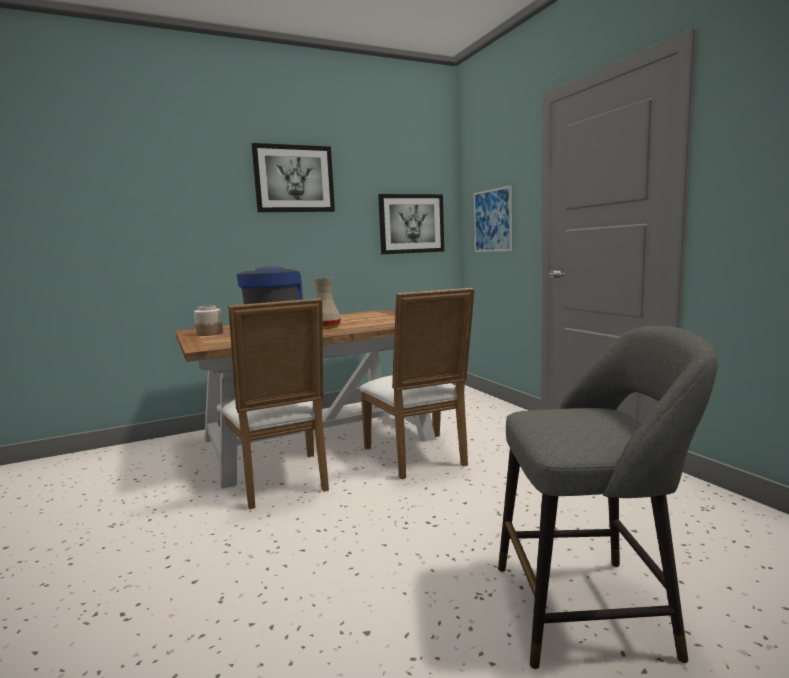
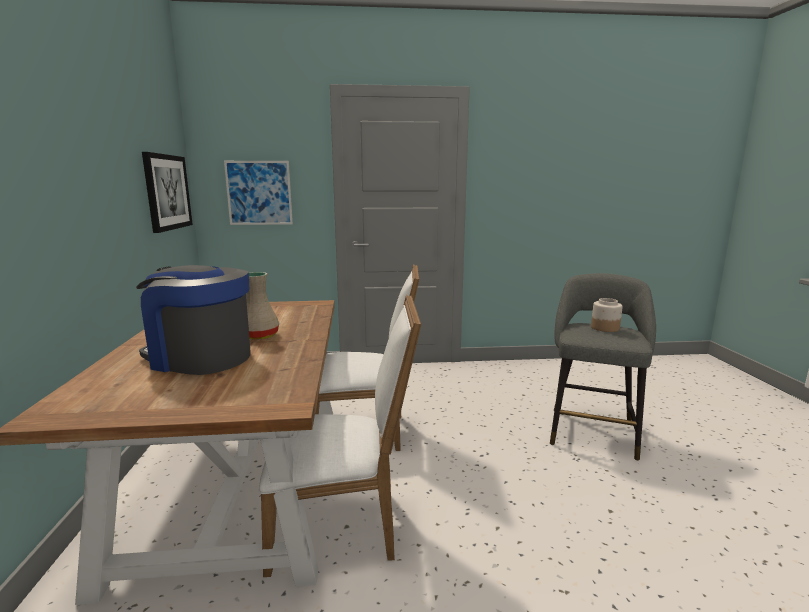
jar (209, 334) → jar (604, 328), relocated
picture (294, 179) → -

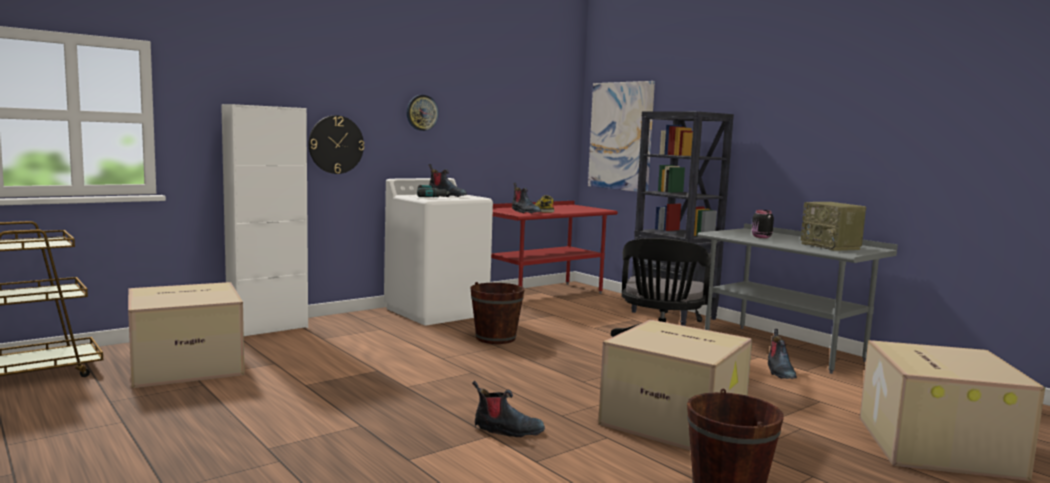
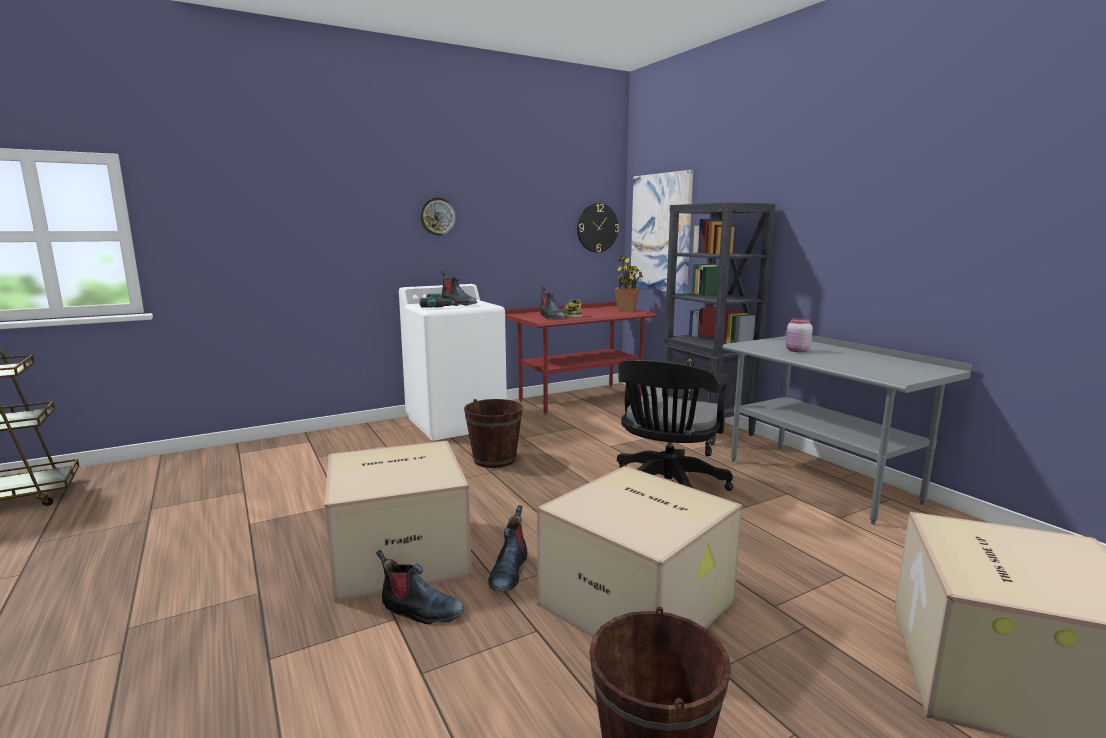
cardboard box (188, 365) → cardboard box (401, 553), relocated
white cabinet (268, 329) → -
wall clock (336, 144) → wall clock (597, 228), relocated
black jar (761, 237) → pink jar (797, 350)
boot (779, 372) → boot (509, 571), relocated
radio (831, 247) → -
- → potted plant (626, 310)

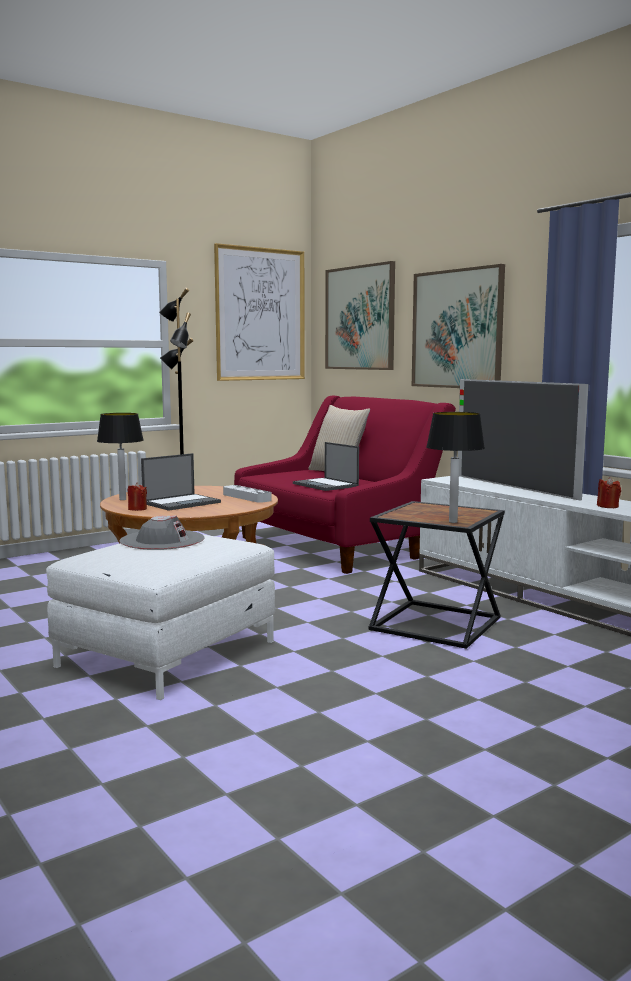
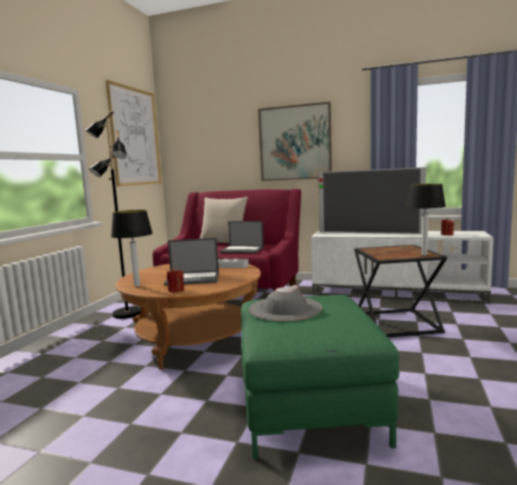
white ottoman (168, 654) → green ottoman (310, 404)
laptop (182, 503) → laptop (193, 278), 75 degrees clockwise
picture (360, 318) → -

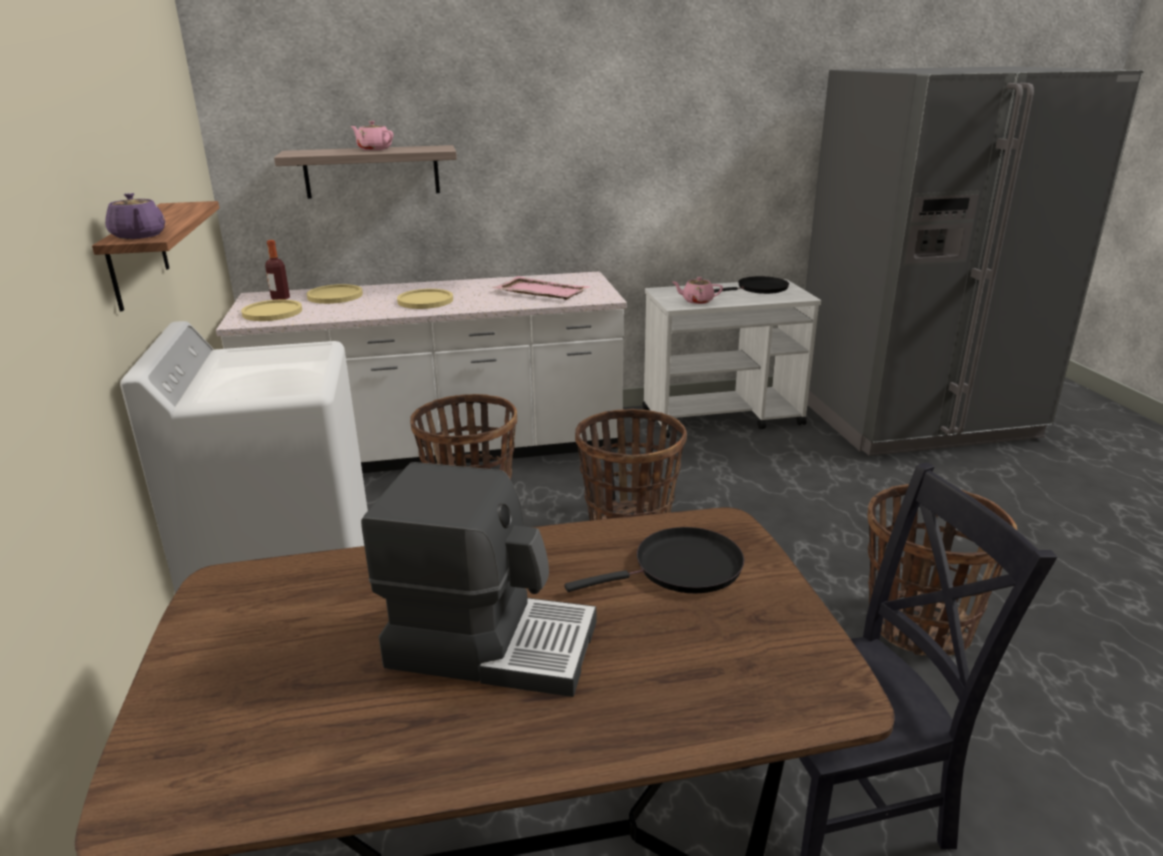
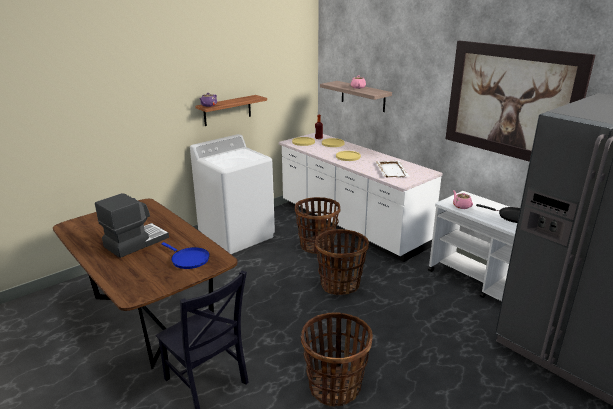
coffee machine (491, 643) → coffee machine (135, 242), 120 degrees counterclockwise
pink tray (541, 291) → white tray (391, 170)
black frying pan (681, 568) → blue frying pan (188, 259)
- → picture (511, 102)

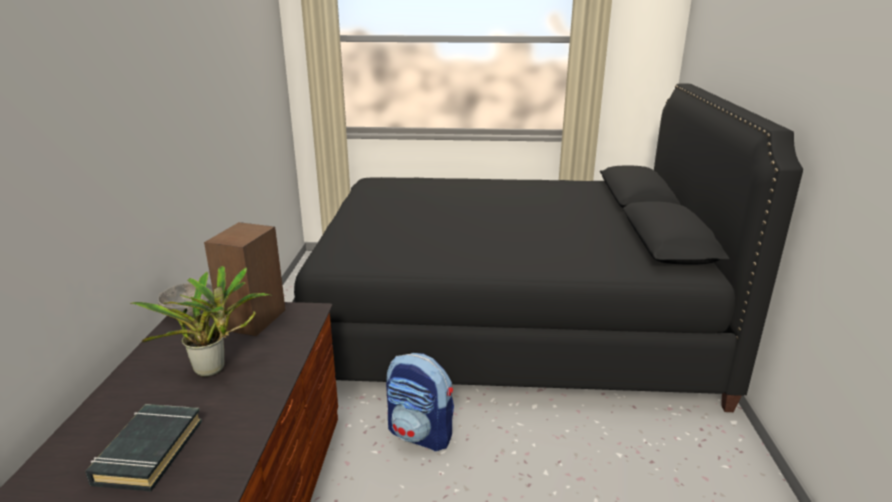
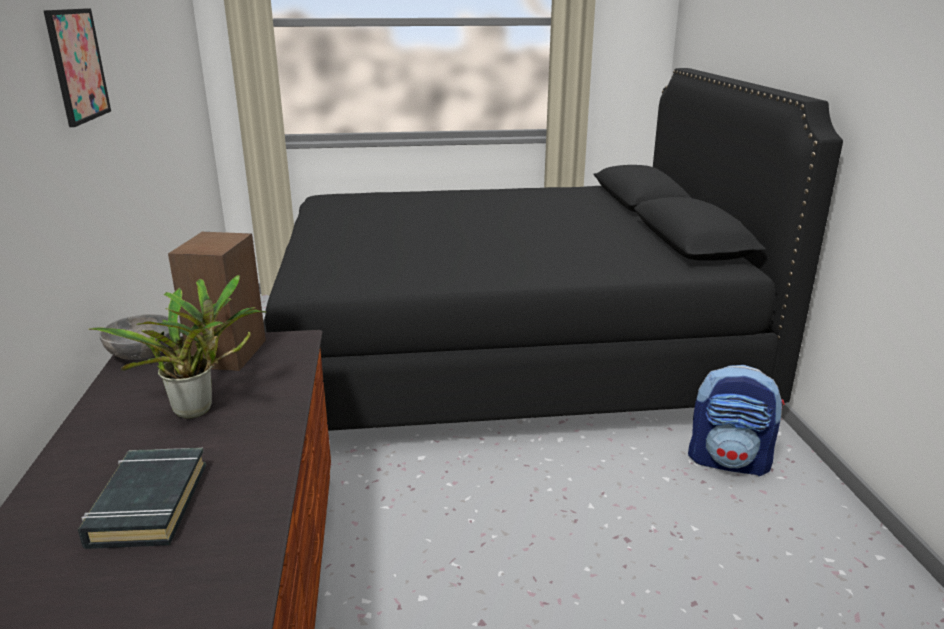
backpack (421, 434) → backpack (729, 461), relocated
- → picture (77, 65)

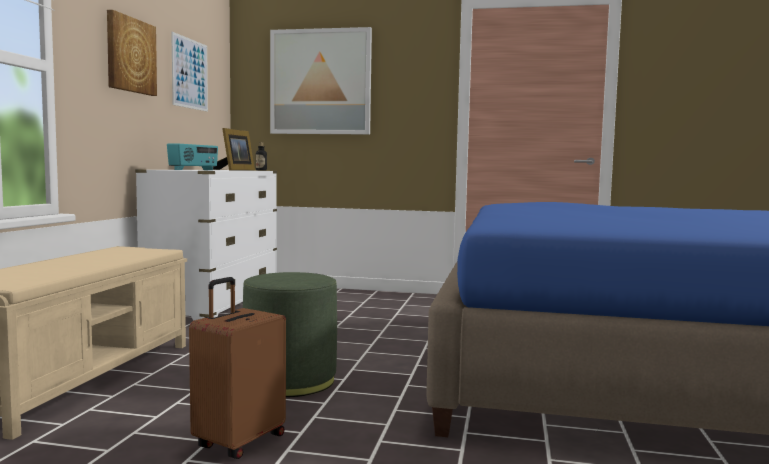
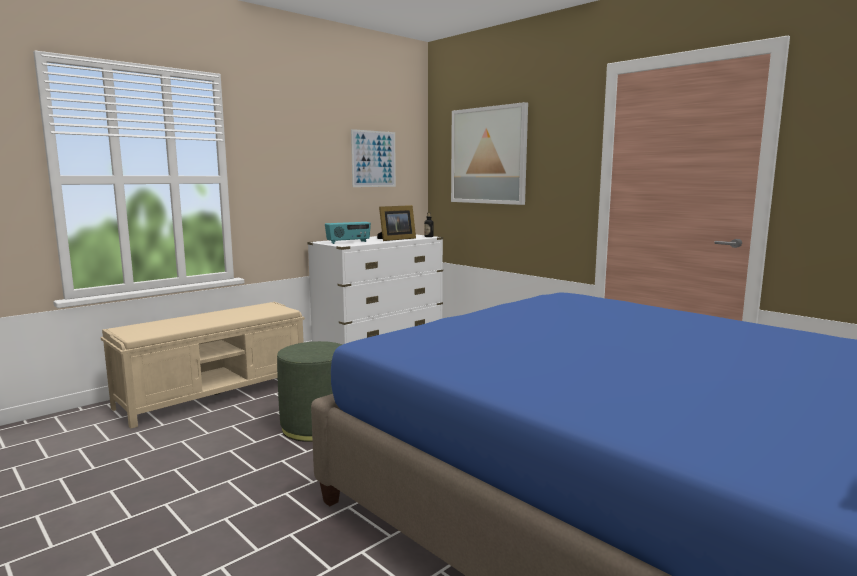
picture (130, 55) → -
brown suitcase (238, 441) → -

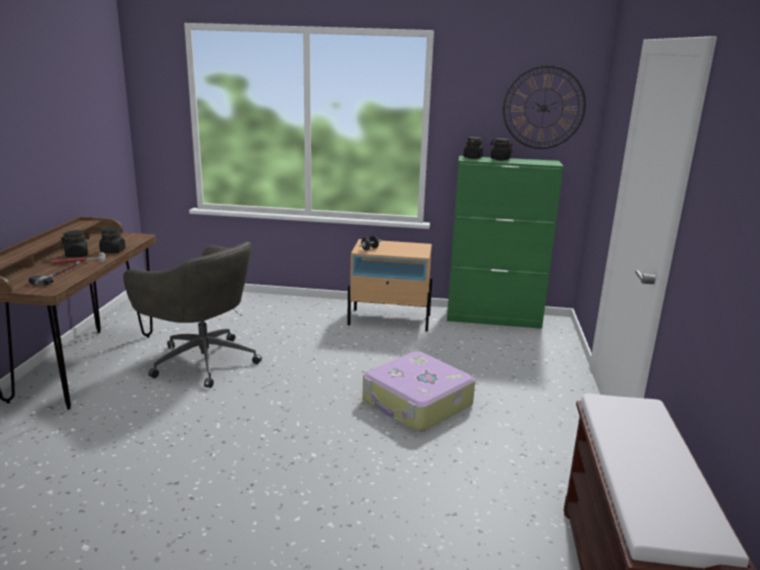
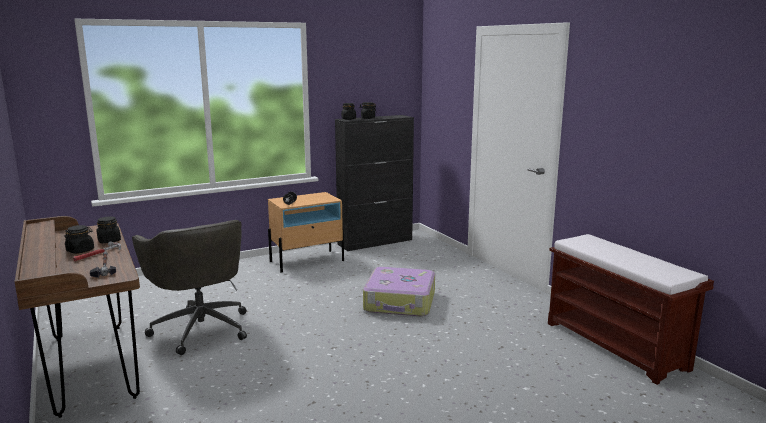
grey office chair (202, 360) → grey office chair (201, 328), 60 degrees clockwise
green cabinet (494, 319) → black cabinet (375, 242)
wall clock (543, 108) → -

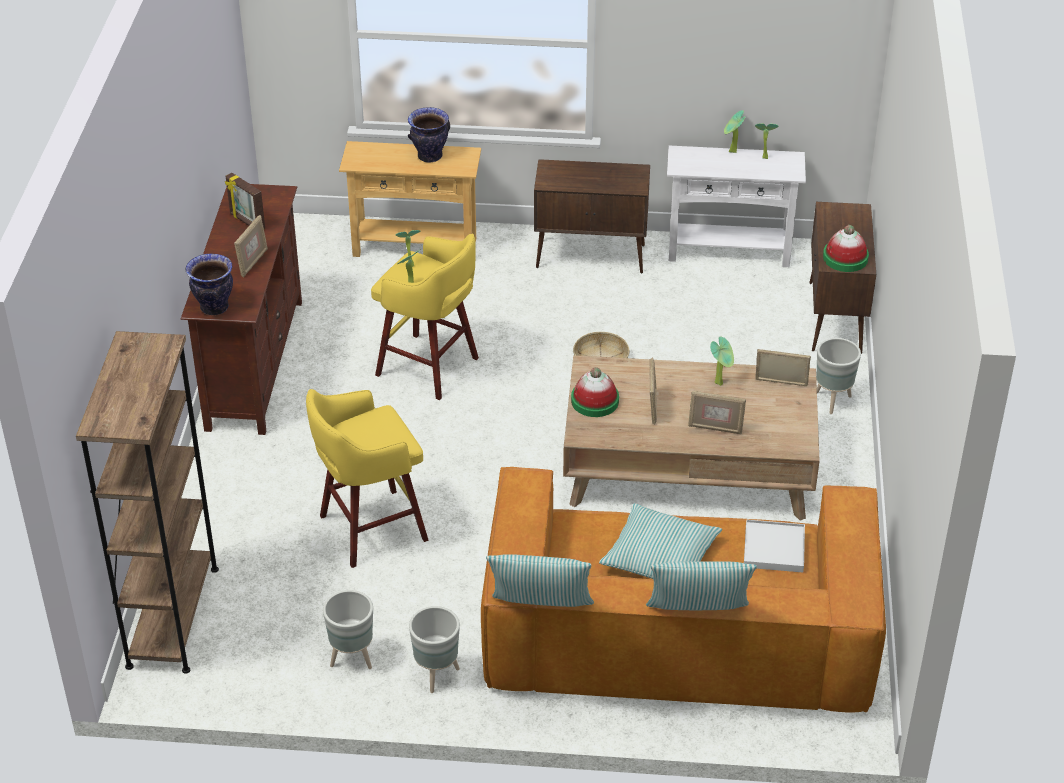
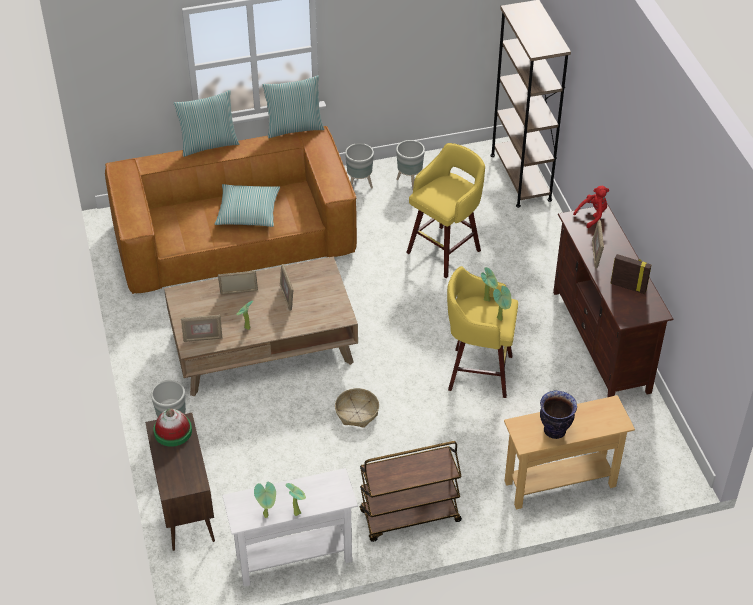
vase (214, 307) → red plush toy (592, 215)
brown cabinet (591, 256) → brown cart (409, 517)
hat (595, 401) → -
white tray (774, 549) → -

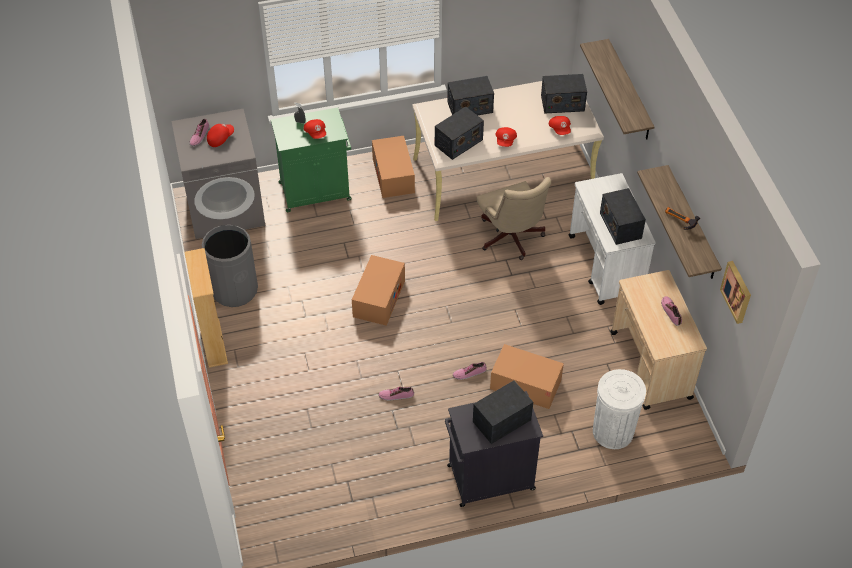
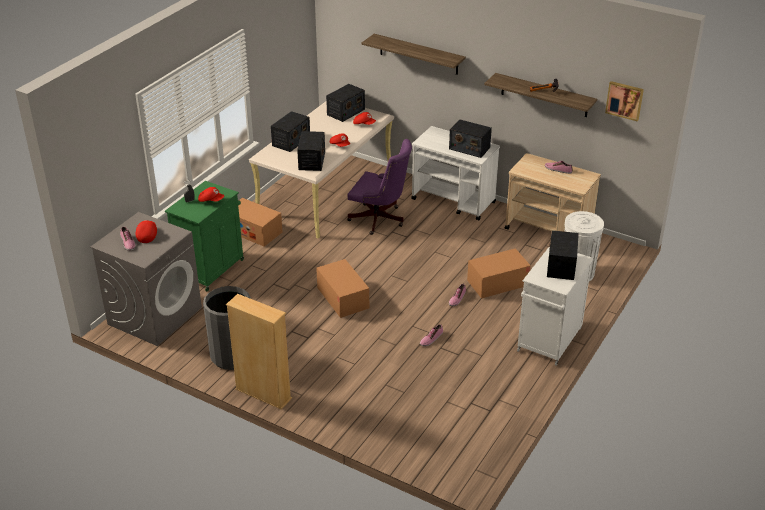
black cabinet (489, 478) → white cabinet (549, 340)
beige office chair (511, 239) → purple office chair (380, 220)

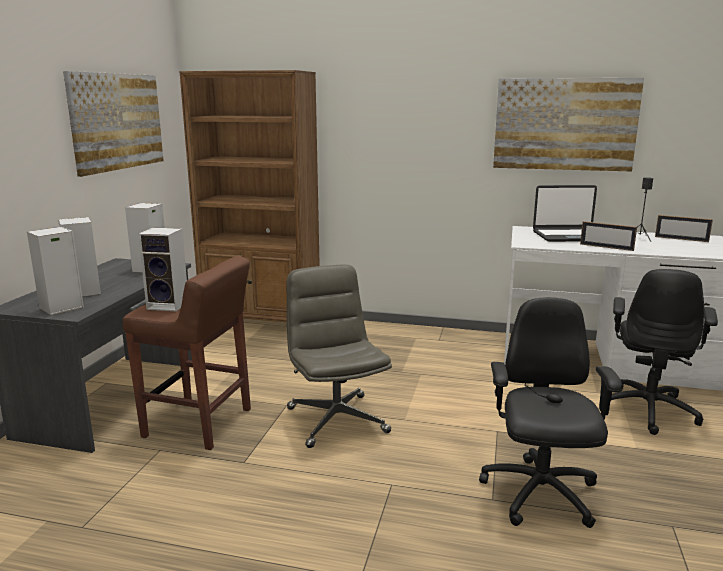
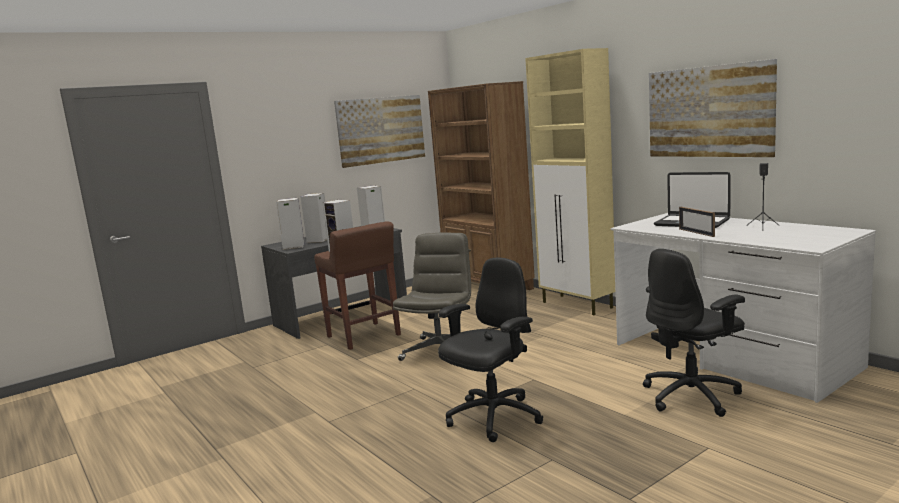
picture frame (681, 239) → -
- → beige cabinet (577, 305)

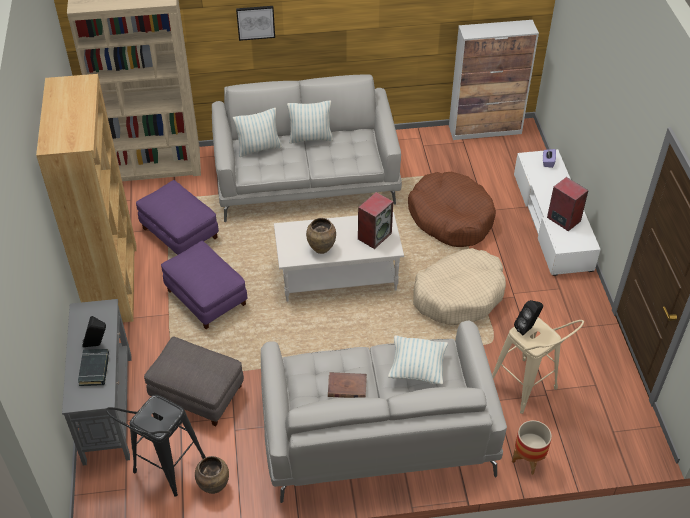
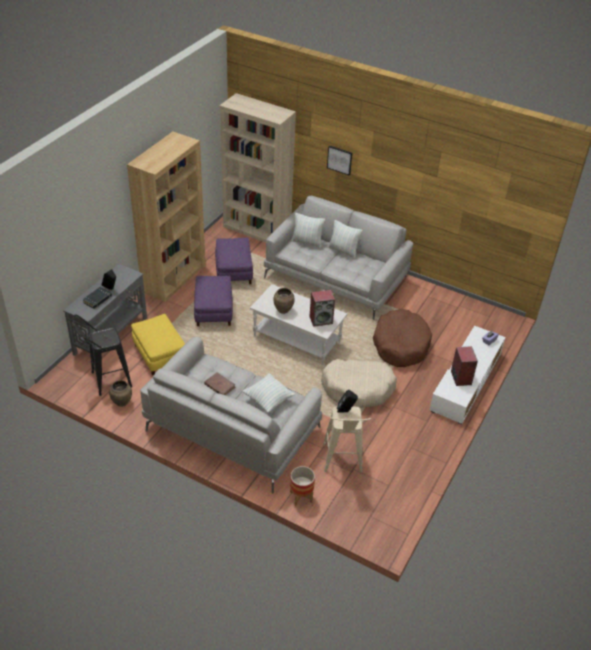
grey ottoman (196, 394) → yellow ottoman (159, 354)
cabinet (485, 130) → -

